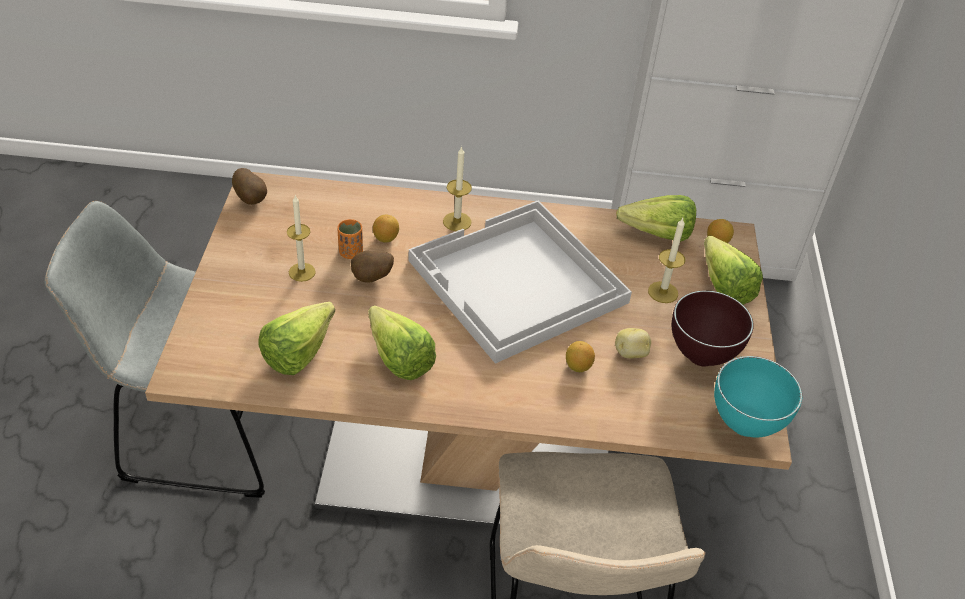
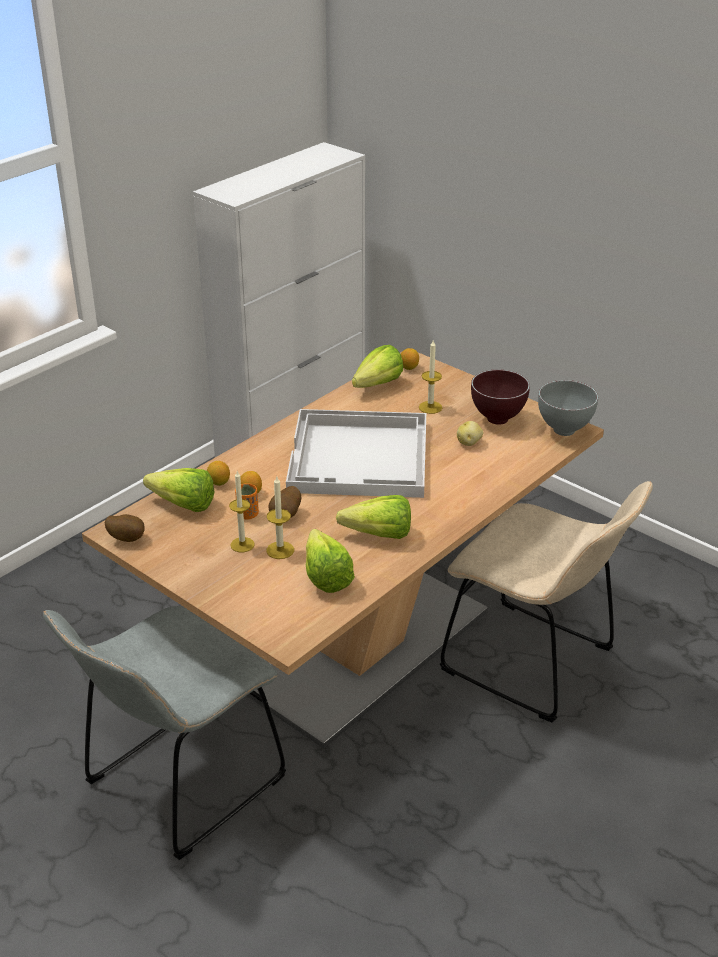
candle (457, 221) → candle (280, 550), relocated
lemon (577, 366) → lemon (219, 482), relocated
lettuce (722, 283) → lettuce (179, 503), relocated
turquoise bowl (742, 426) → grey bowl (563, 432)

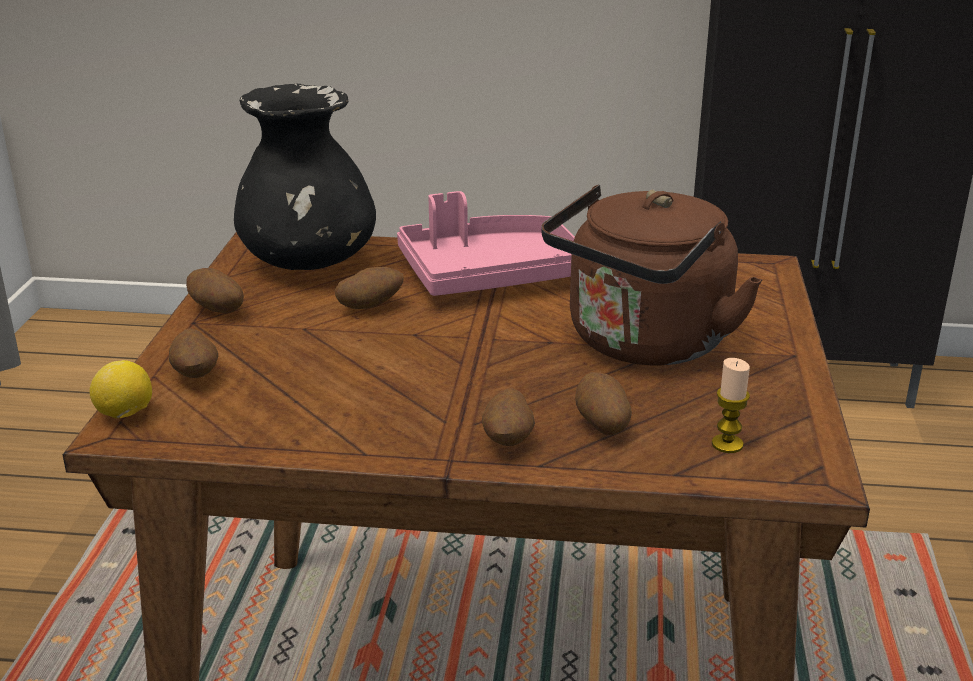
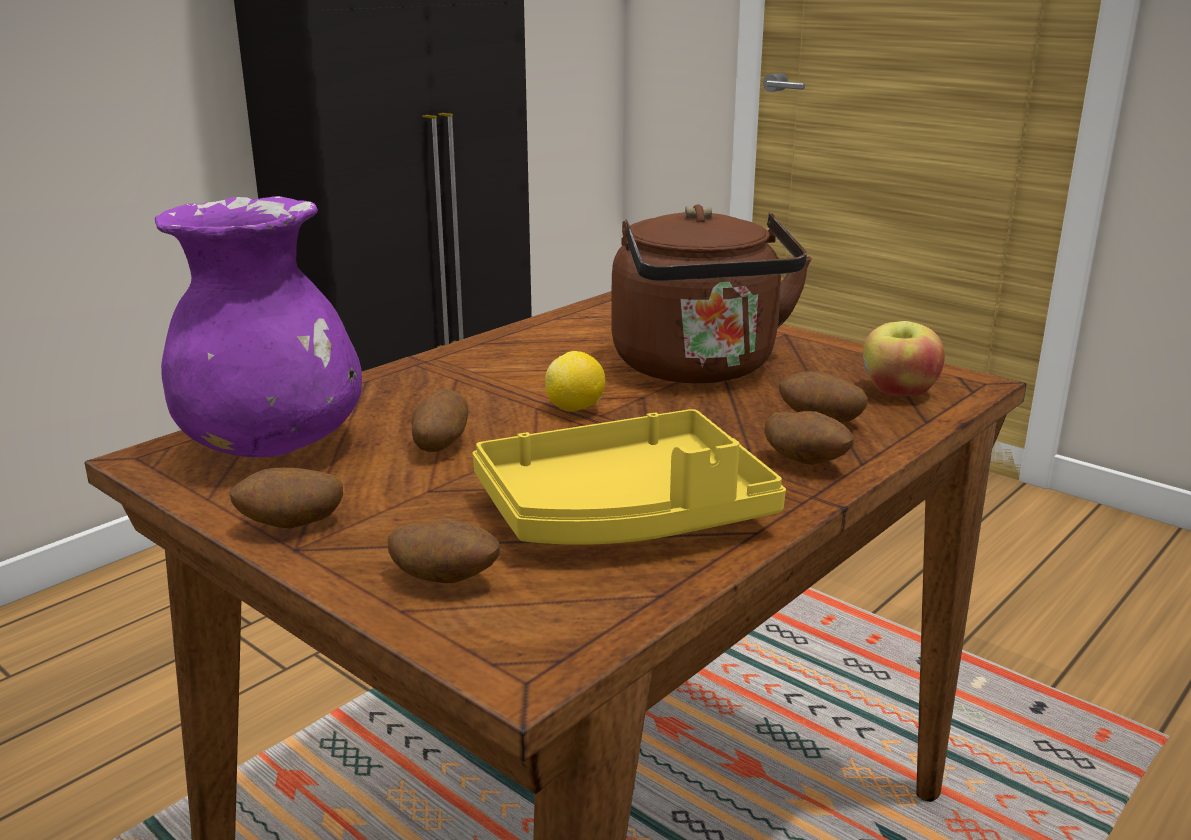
lemon (125, 415) → lemon (576, 409), relocated
black vase (309, 263) → purple vase (272, 446)
pink tray (490, 275) → -
candle (727, 444) → apple (898, 392)
- → yellow tray (625, 515)

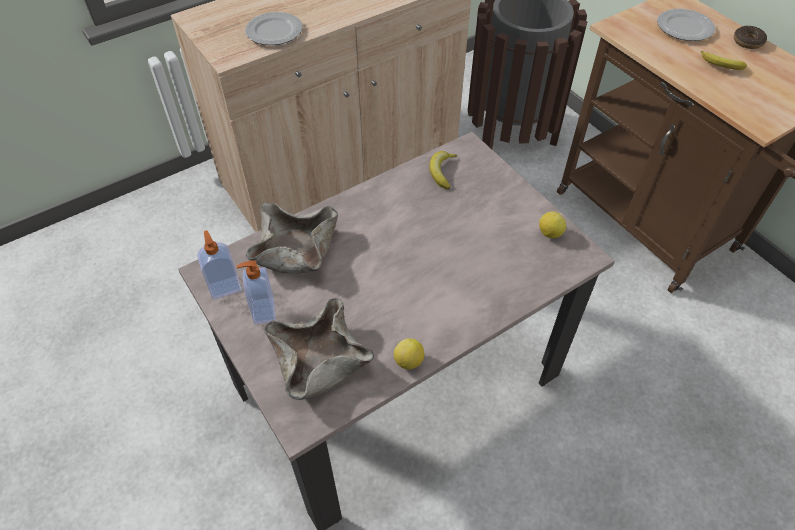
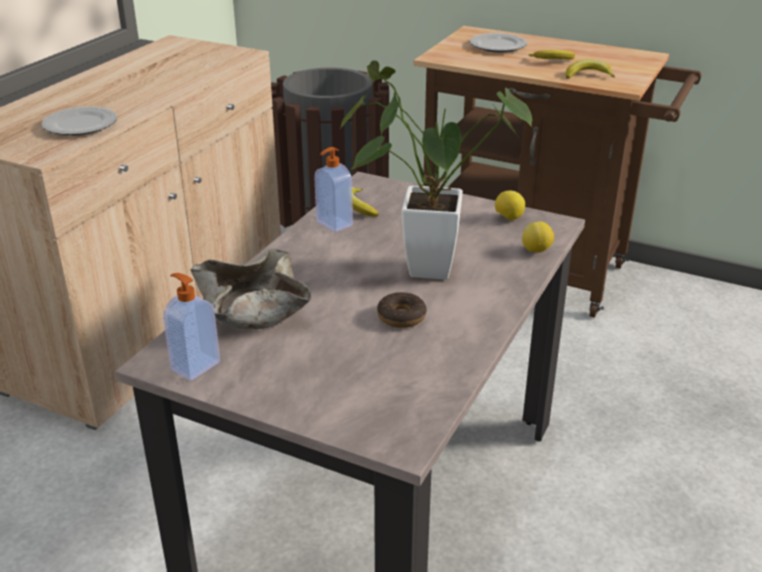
soap dispenser (262, 311) → soap dispenser (333, 224), relocated
beige bowl (319, 361) → -
lemon (409, 361) → lemon (536, 251), relocated
donut (747, 42) → donut (401, 317), relocated
- → potted plant (418, 268)
- → banana (588, 75)

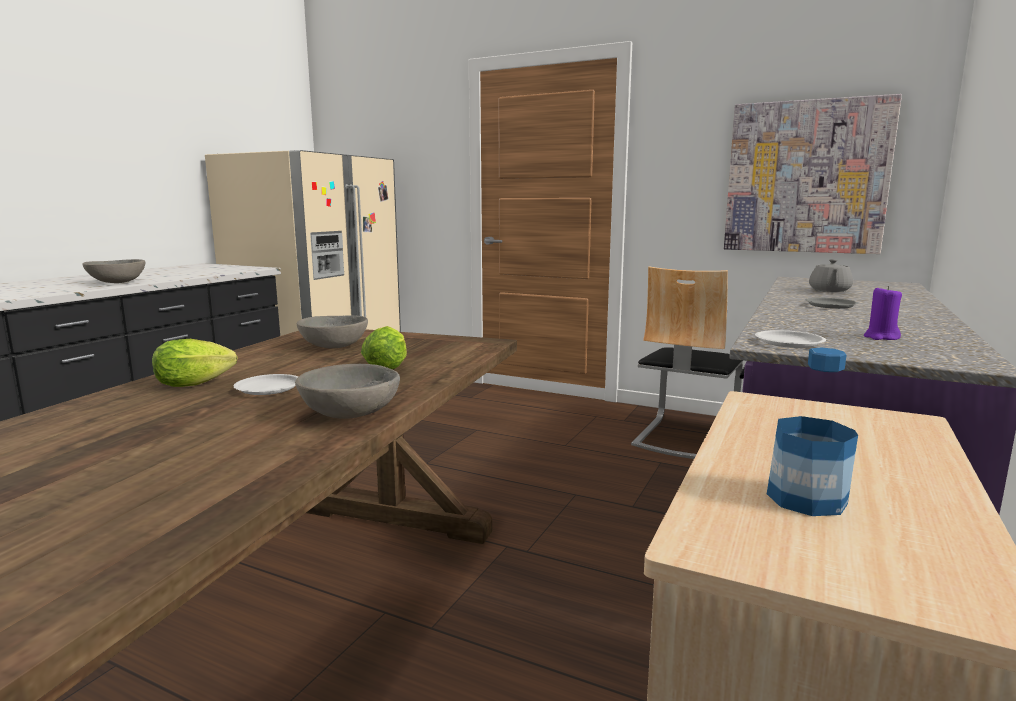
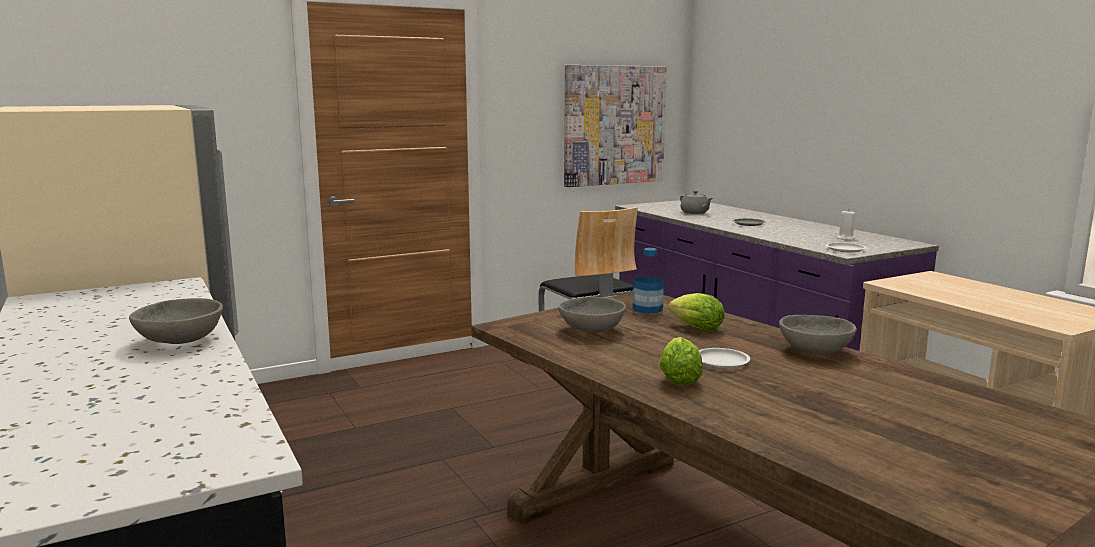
bottle (806, 499) → bottle (647, 309), relocated
purple candle (881, 337) → white candle (846, 238)

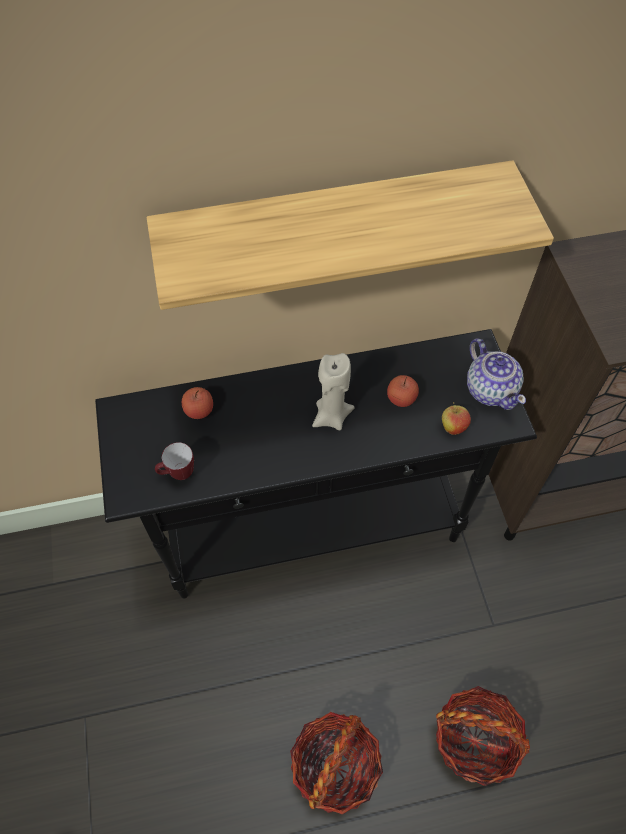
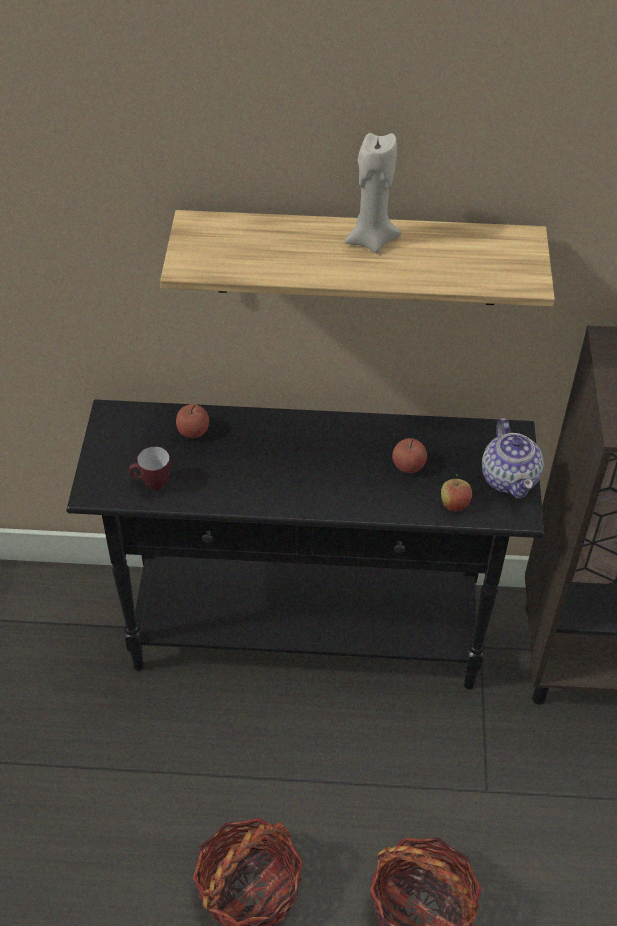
beige candle (331, 416) → beige candle (371, 240), relocated

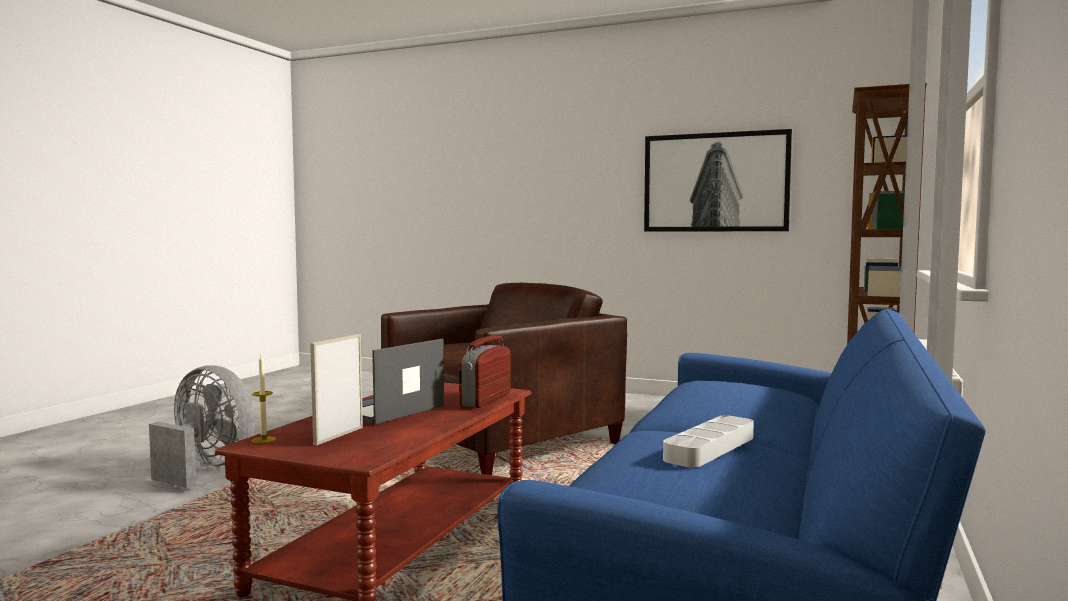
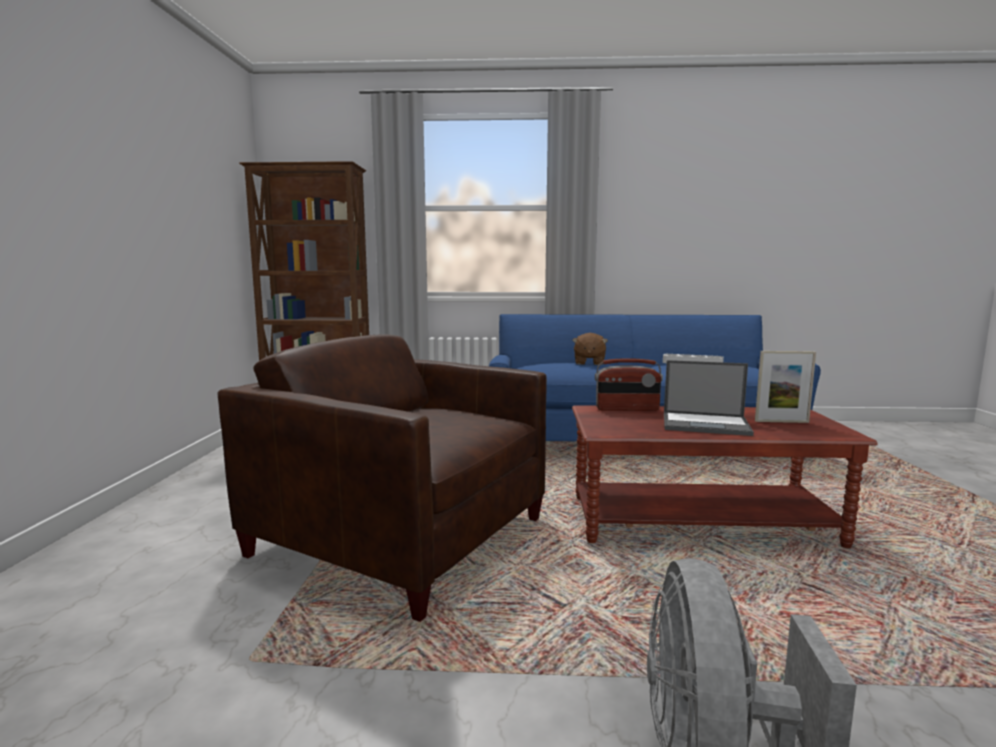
candle (263, 440) → -
picture (715, 182) → -
- → brown plush toy (589, 363)

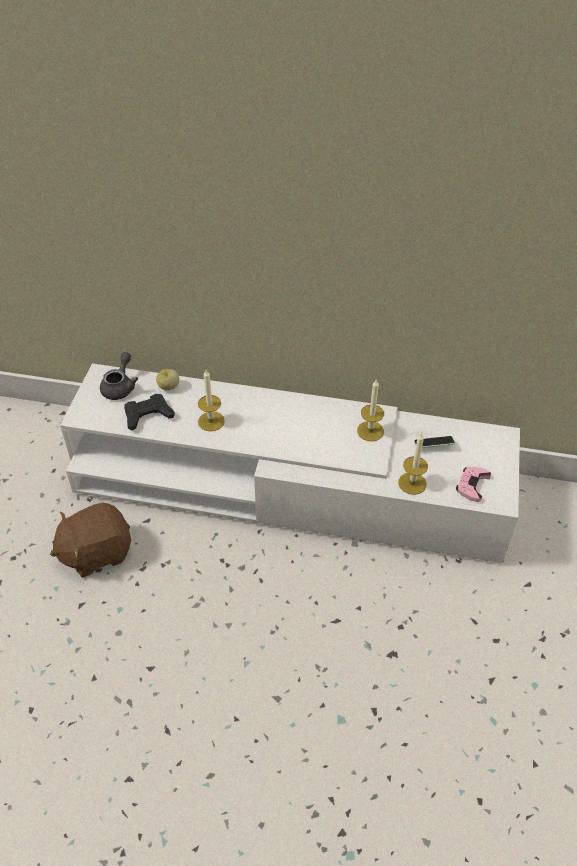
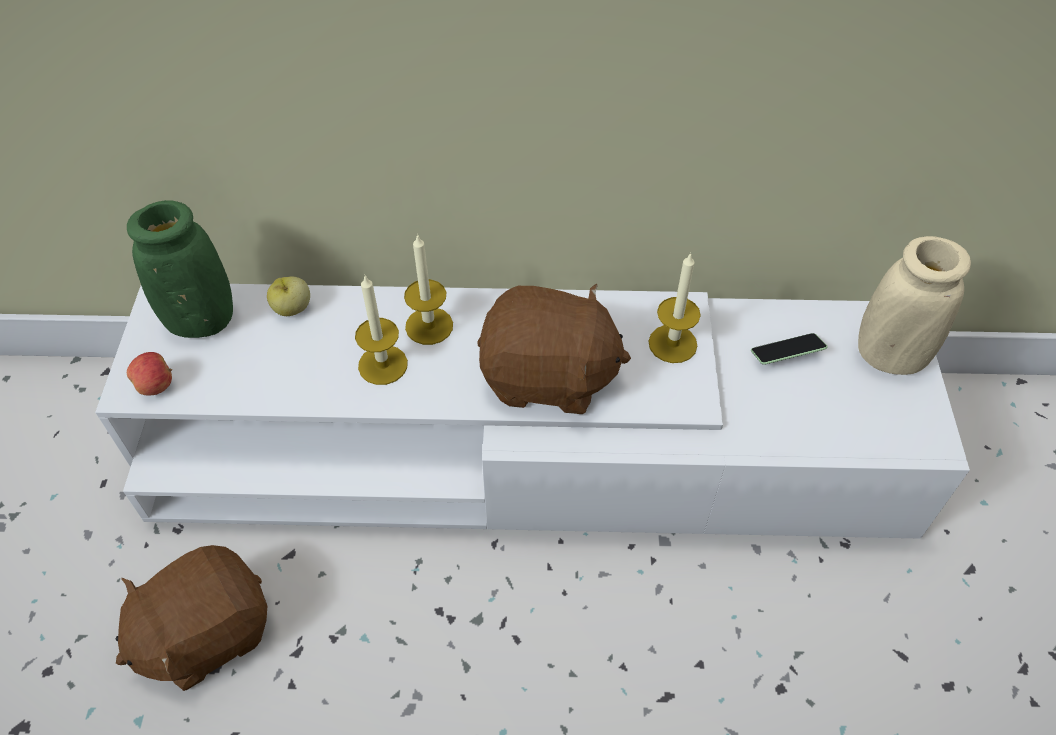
grey teapot (120, 387) → green vase (202, 320)
black game controller (148, 415) → -
candle (412, 483) → candle (429, 326), relocated
pink game controller (472, 485) → -
- → apple (156, 385)
- → brown plush toy (548, 377)
- → beige vase (889, 356)

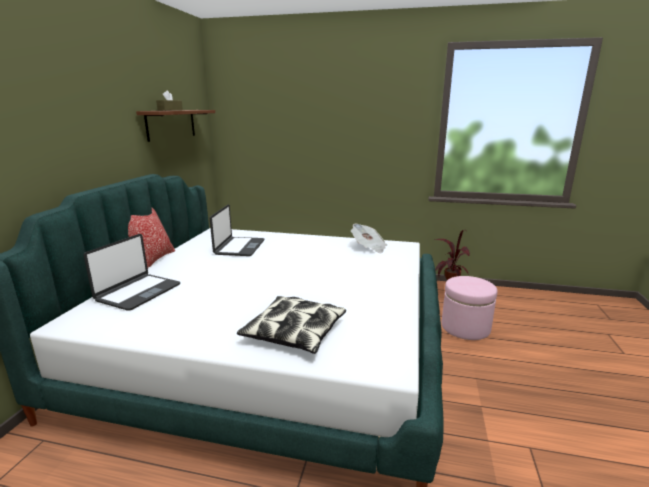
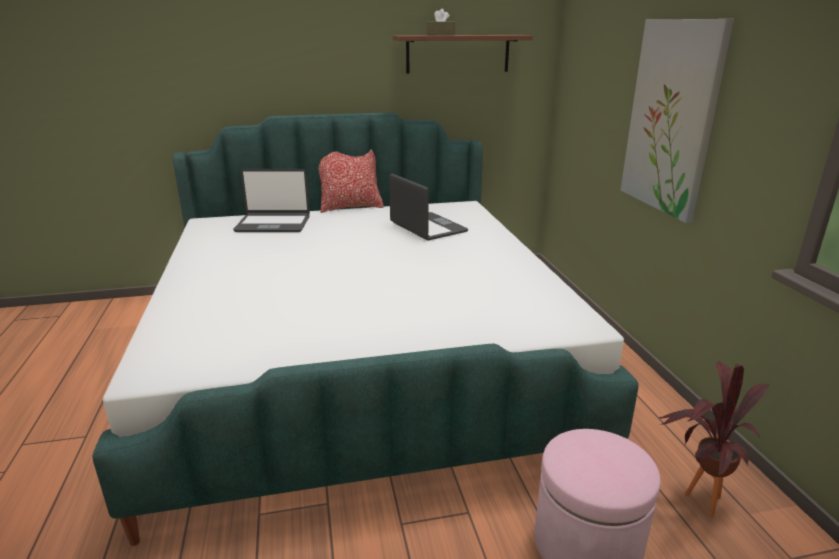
laptop (239, 247) → laptop (427, 228), 105 degrees counterclockwise
pillow (294, 332) → -
newspaper (369, 247) → -
- → picture (671, 118)

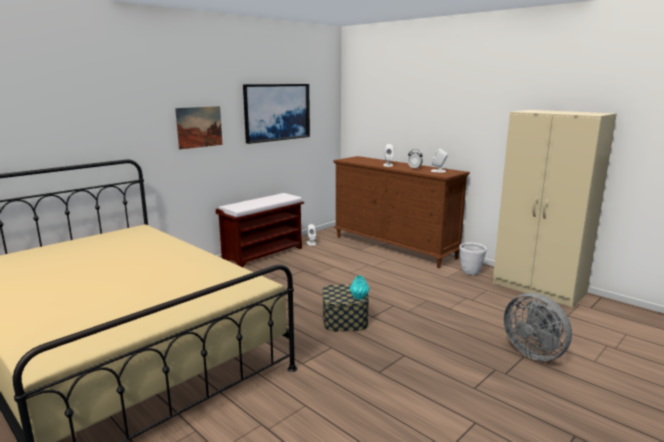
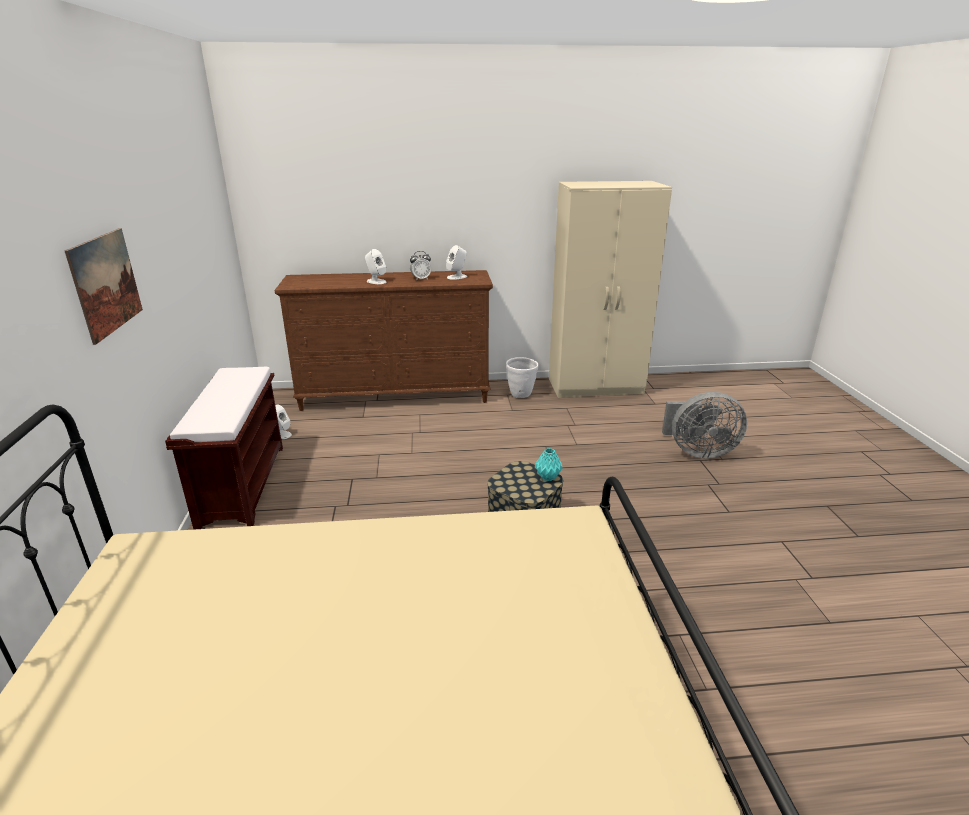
picture (277, 112) → -

